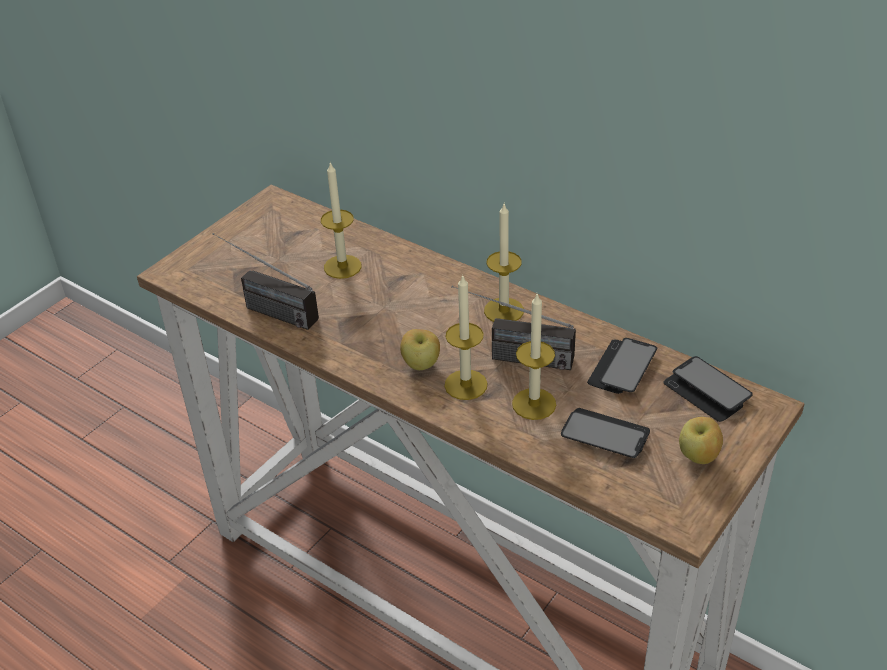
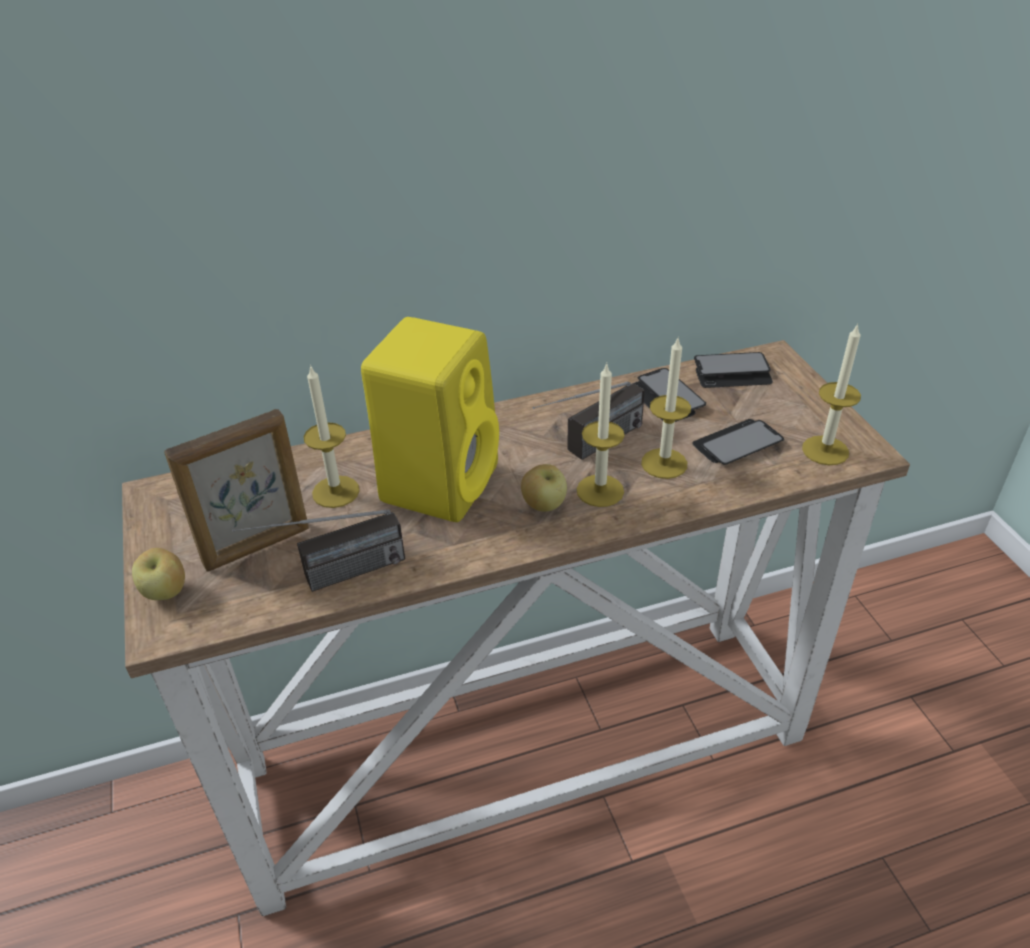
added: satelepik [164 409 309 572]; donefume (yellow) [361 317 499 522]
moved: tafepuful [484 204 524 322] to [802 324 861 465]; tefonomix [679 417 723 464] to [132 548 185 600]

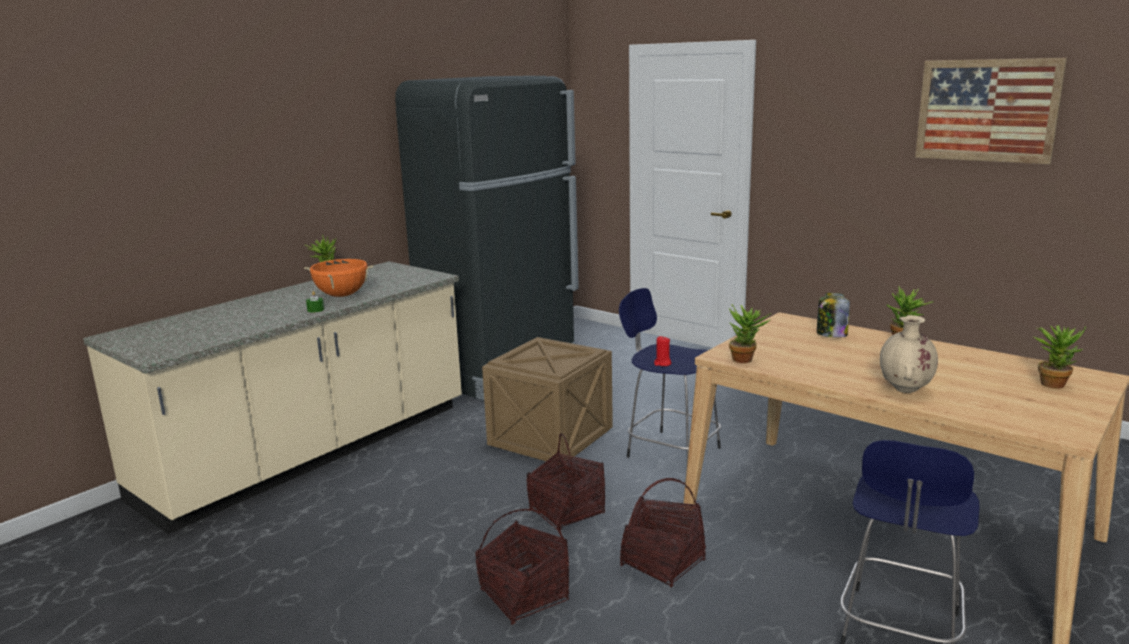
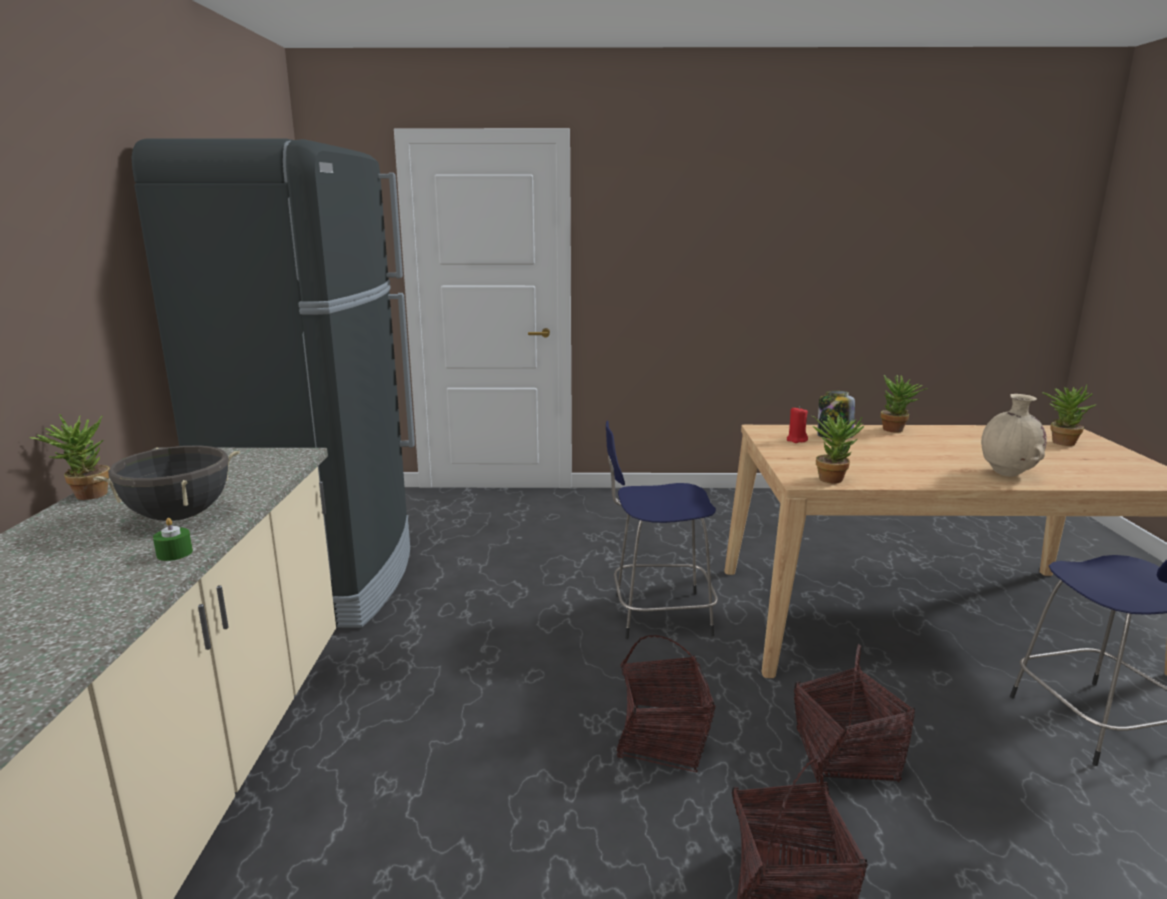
removed: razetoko [482 337 613 465]; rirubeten [915 58 1067 164]
moved: tafepuful (red) [654 336 671 366] to [787 406 808 443]
recoloured: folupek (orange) [304 259 373 297] to folupek (black) [93 446 240 521]

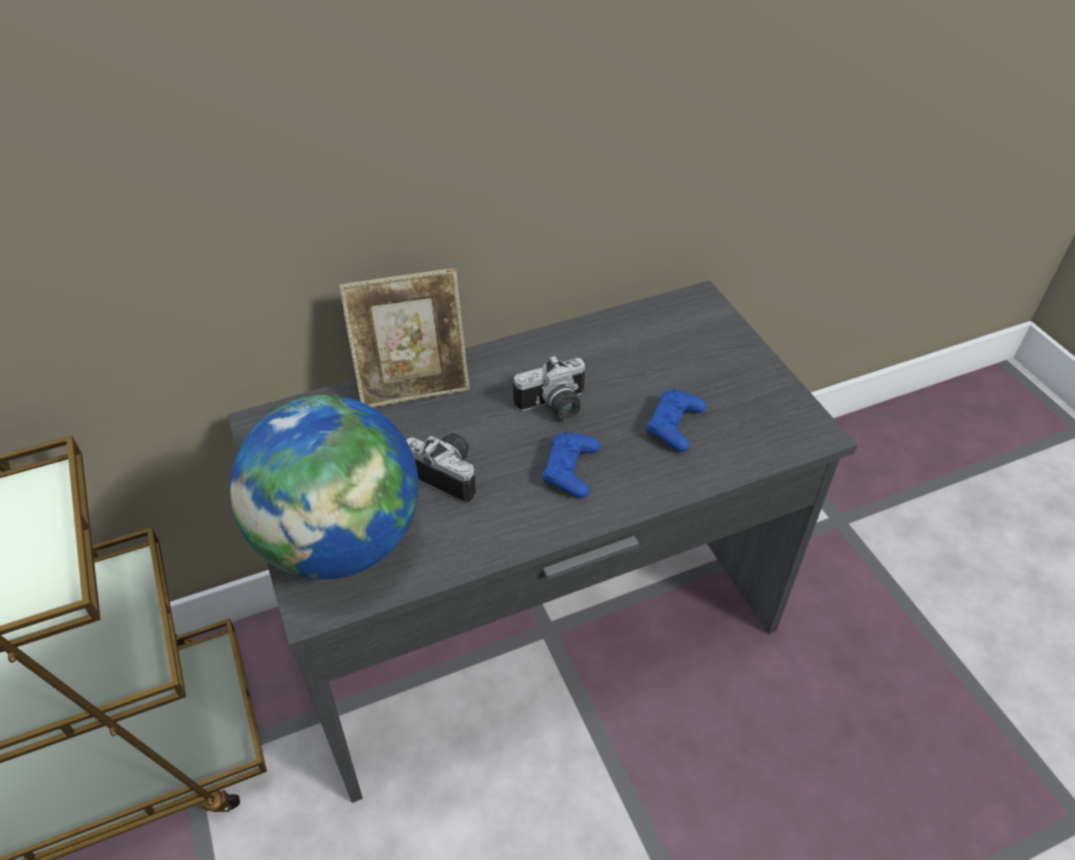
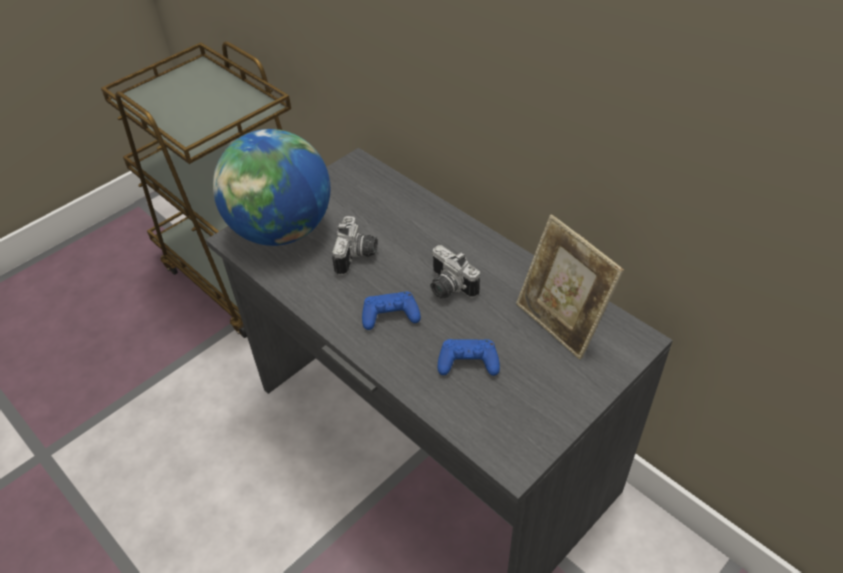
moved: satelepik [339 268 470 407] to [516 215 624 360]

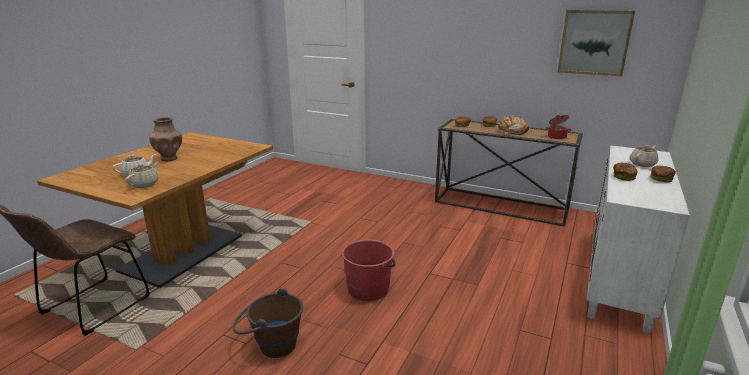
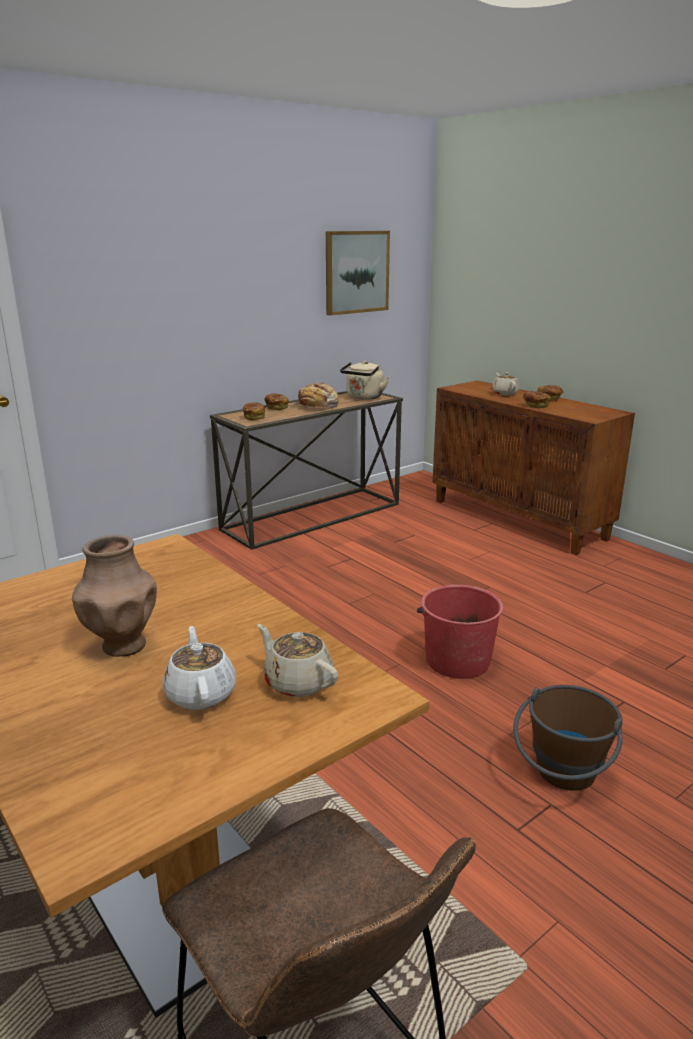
replaced: folupek [545 115 572 139] to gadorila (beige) [340 361 389 400]
recoloured: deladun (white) [587 145 690 333] to deladun (brown) [432 381 635 555]

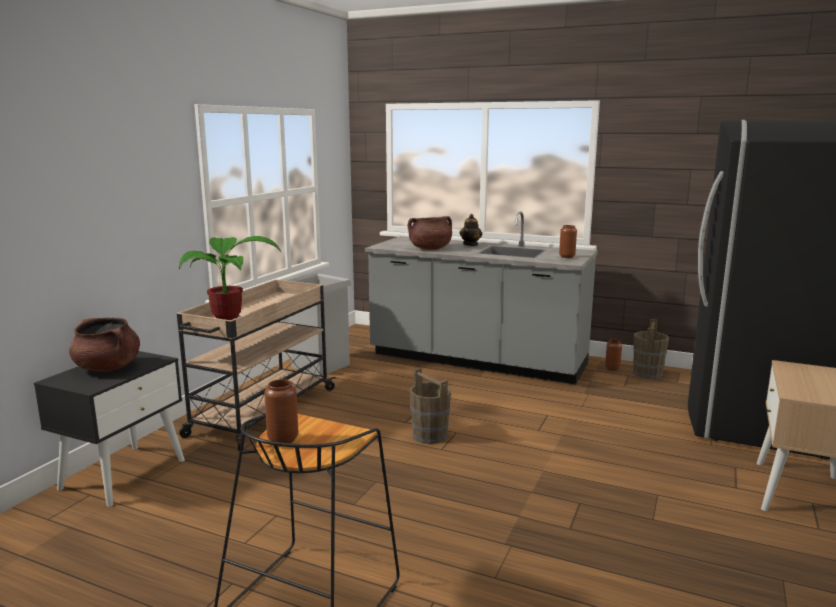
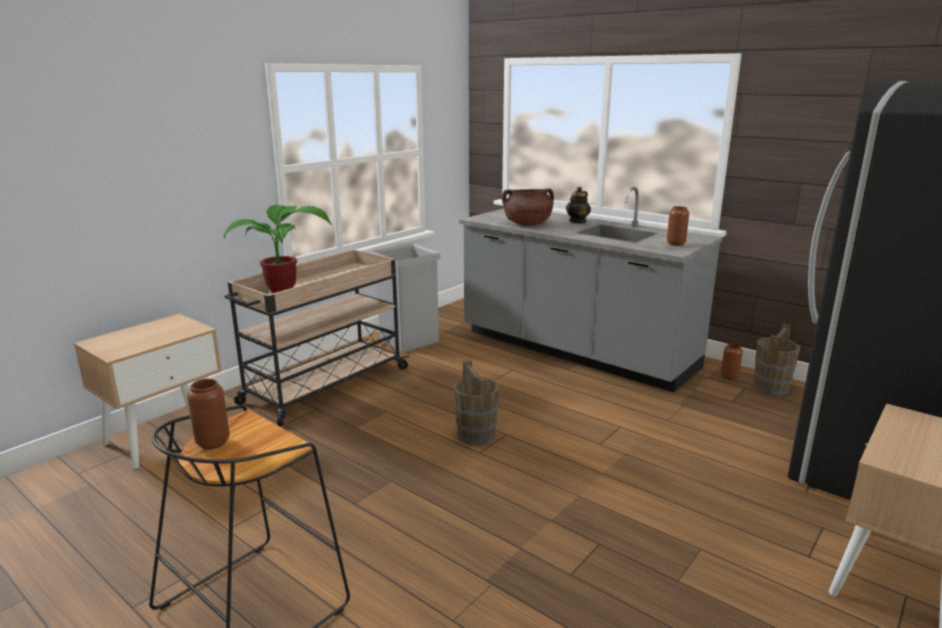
removed: folupek (brown) [69 318 140 372]
recoloured: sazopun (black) [34 351 185 507] to sazopun (beige) [74 314 222 469]

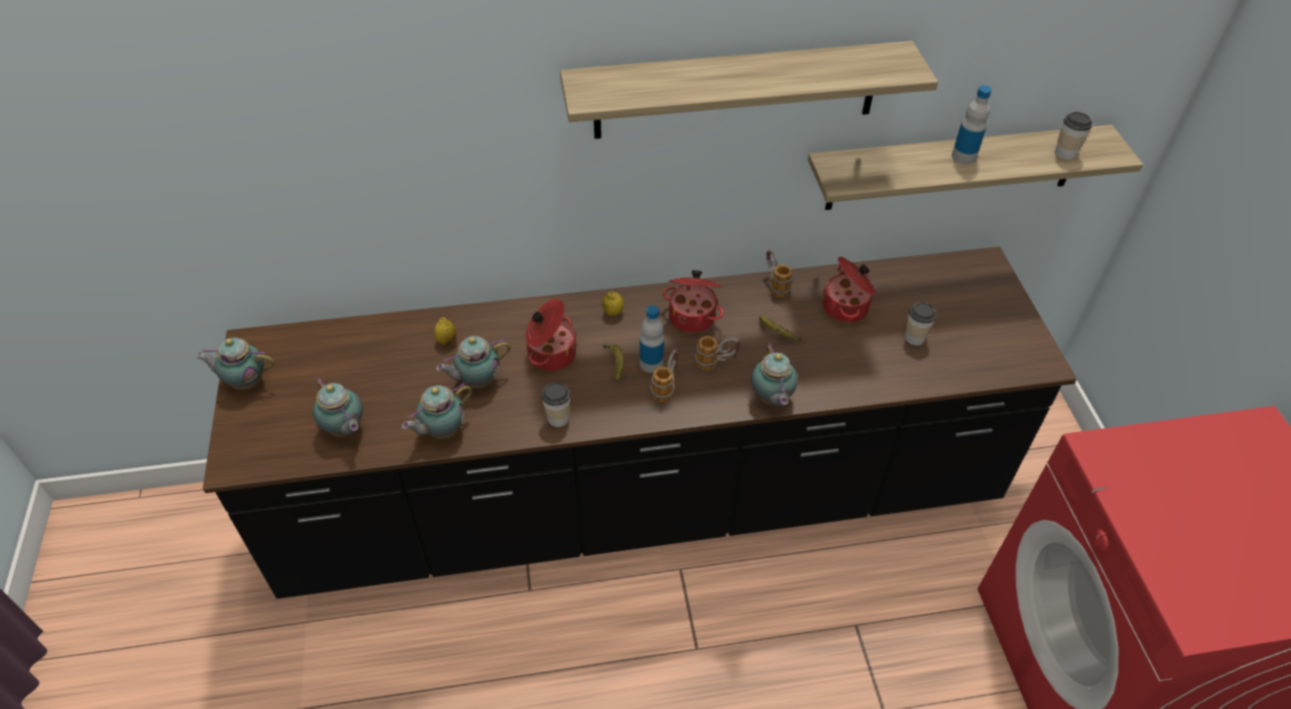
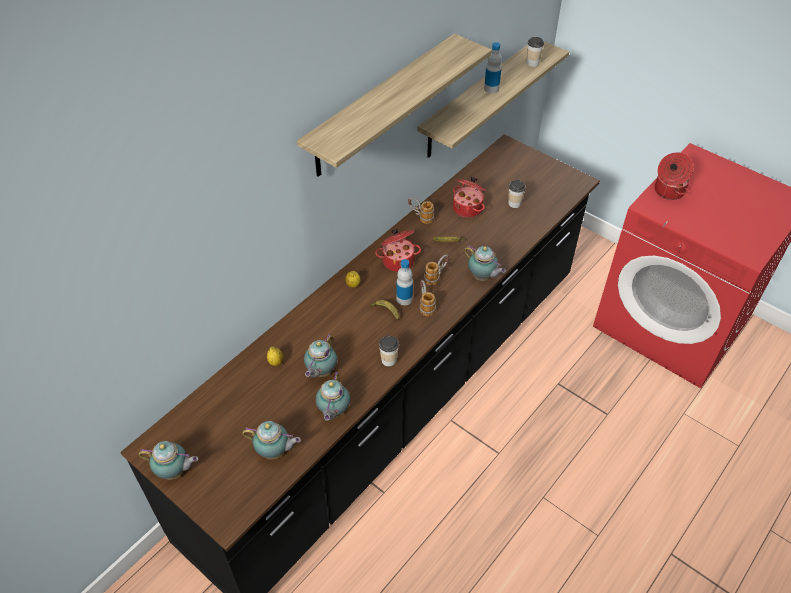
moved: folupek [526 299 577 371] to [655 152 693 200]
turned: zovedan [196 338 275 390] = [138 441 198 480] 135 degrees counterclockwise

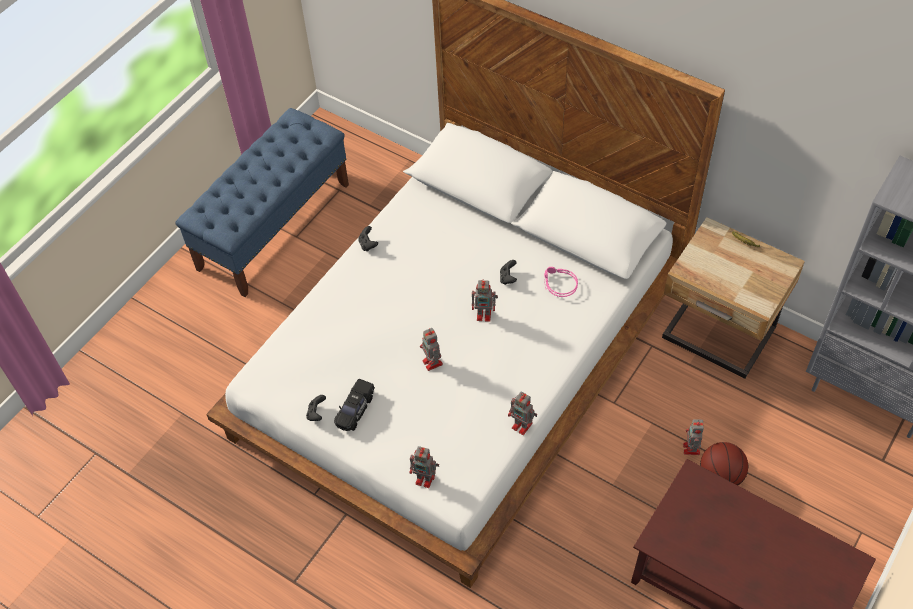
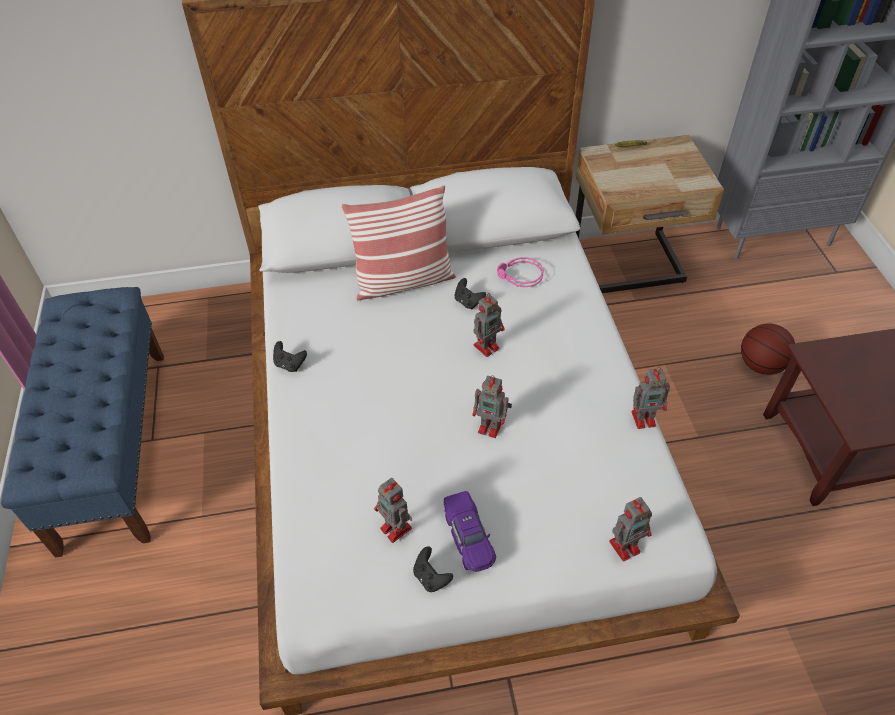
added: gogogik [341 186 456 300]
moved: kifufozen [683 419 704 455] to [374 478 412 543]
recoloured: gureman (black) [334 379 375 431] to gureman (purple) [444 491 496 572]

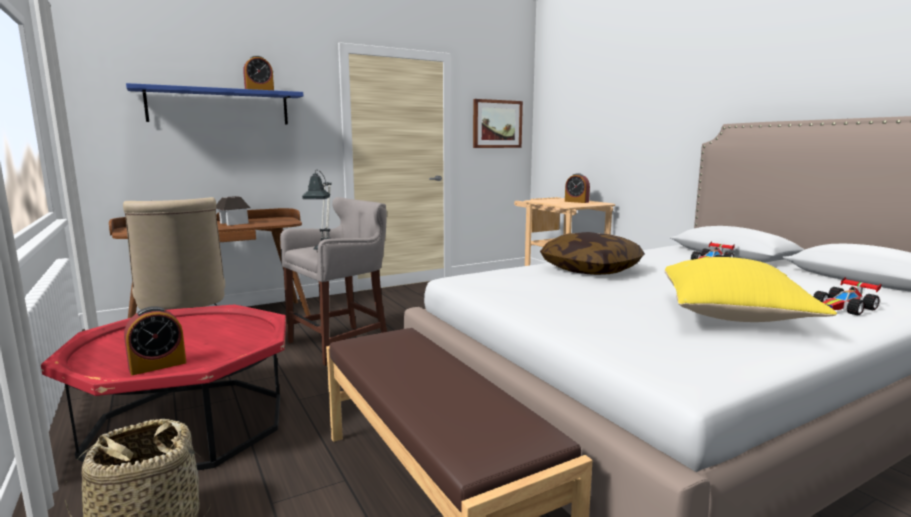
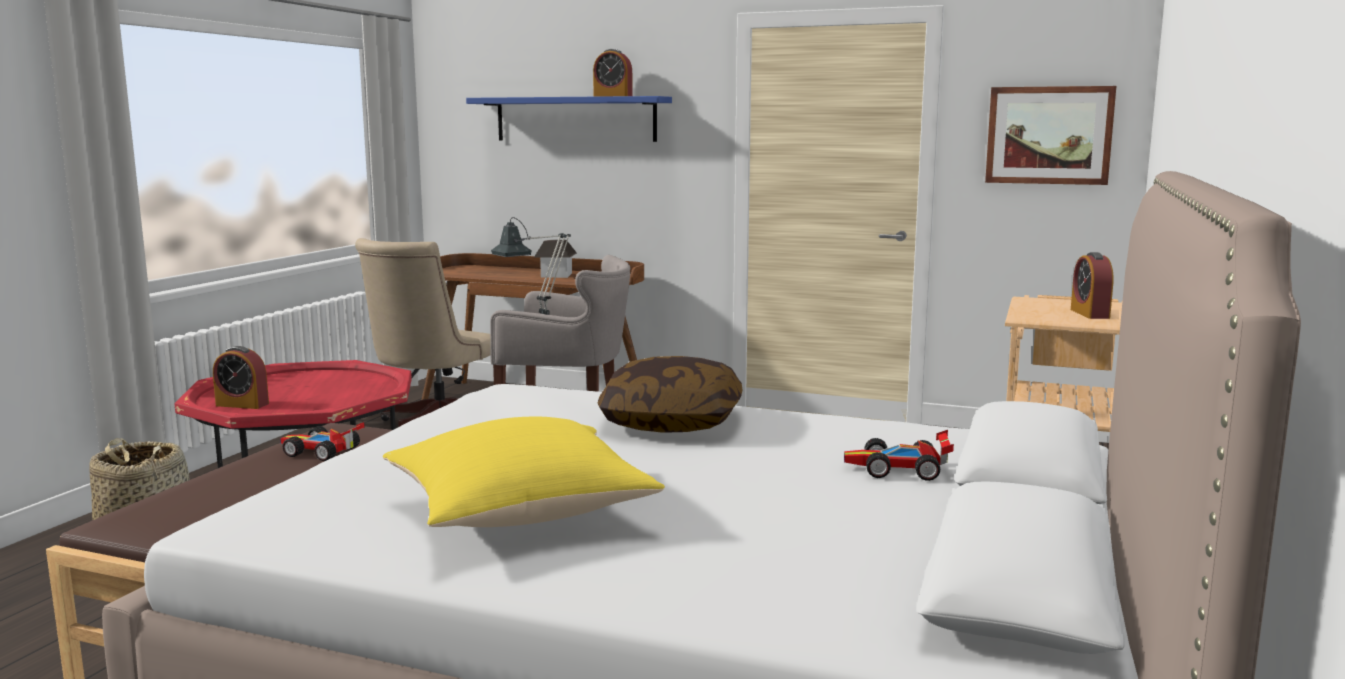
moved: gureman [813 277 881 316] to [280 422 365 461]

